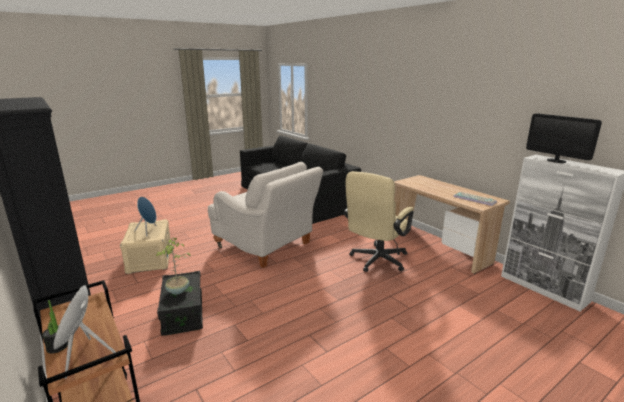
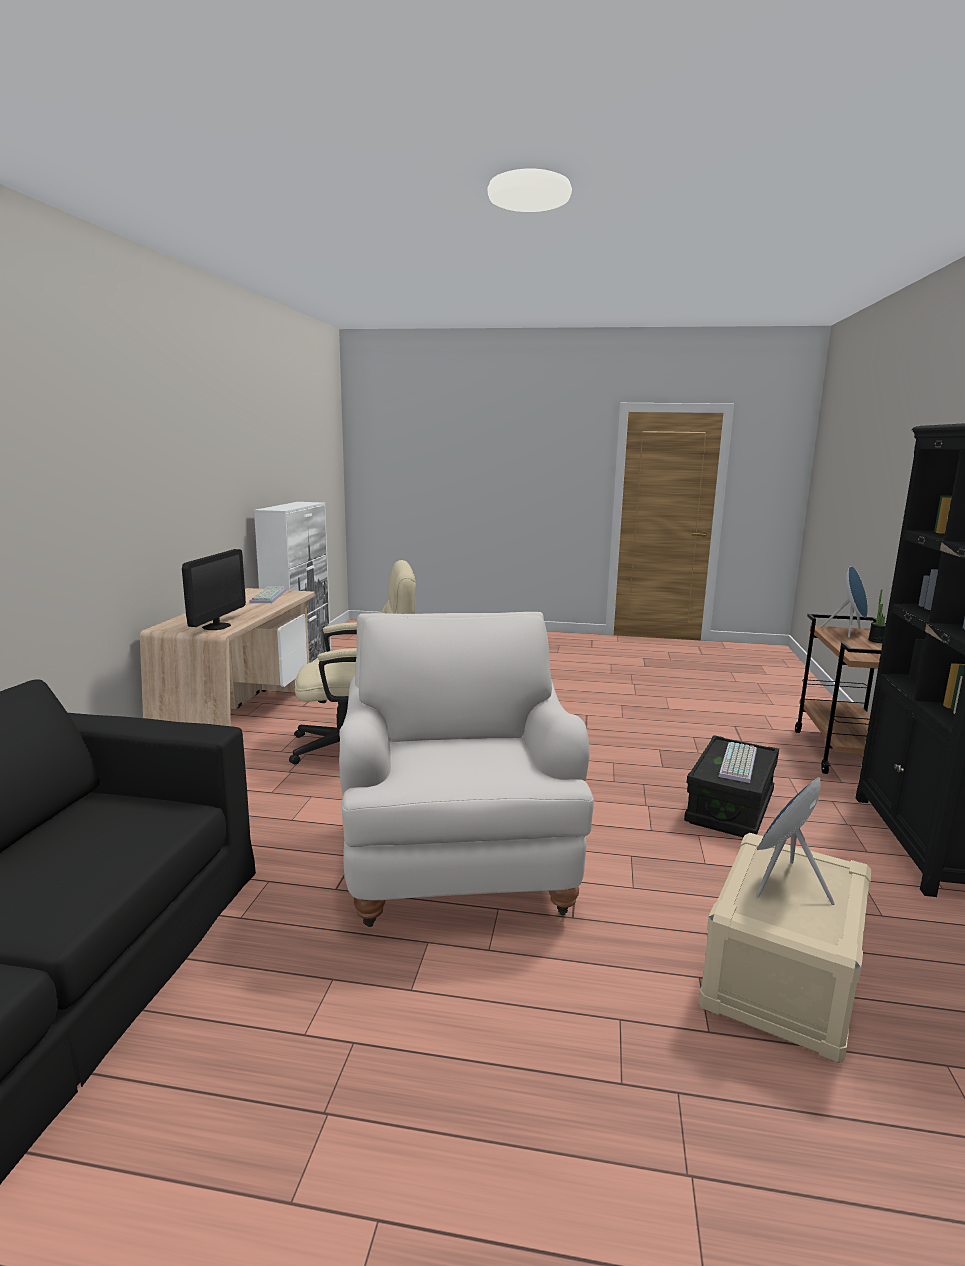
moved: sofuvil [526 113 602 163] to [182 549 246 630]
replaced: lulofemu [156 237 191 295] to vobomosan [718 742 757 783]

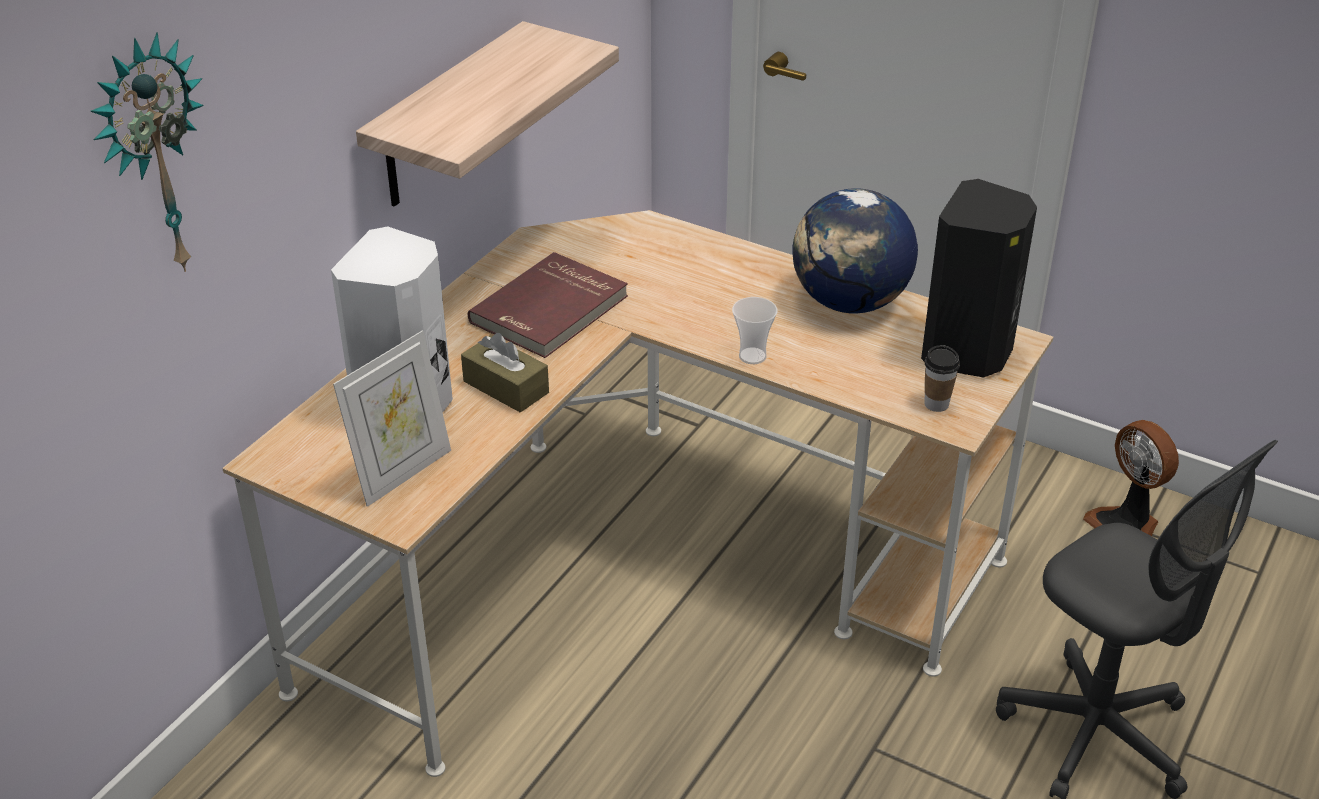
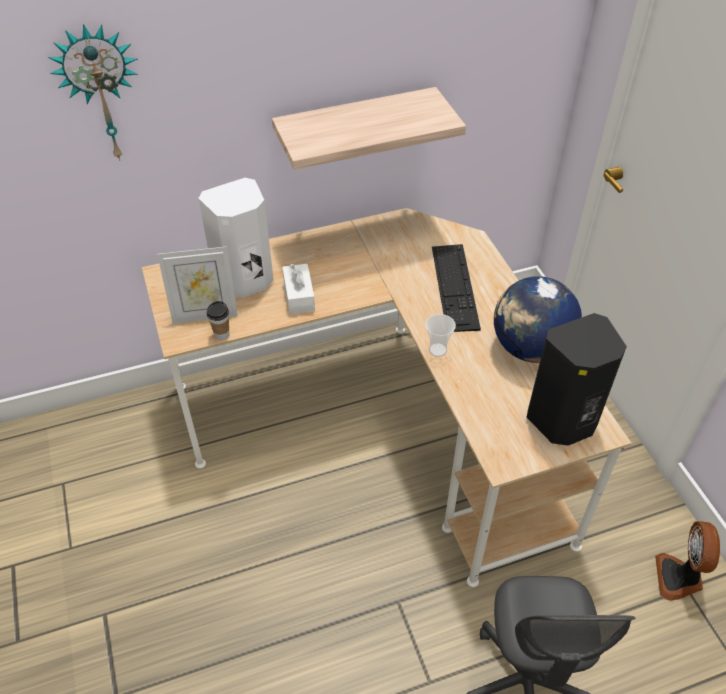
removed: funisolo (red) [468 252 628 358]
added: vobomosan [432 244 481 332]
moved: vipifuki [924 345 960 412] to [207 301 230 340]
recoloured: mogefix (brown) [461 333 549 413] to mogefix (white) [282 264 315 314]

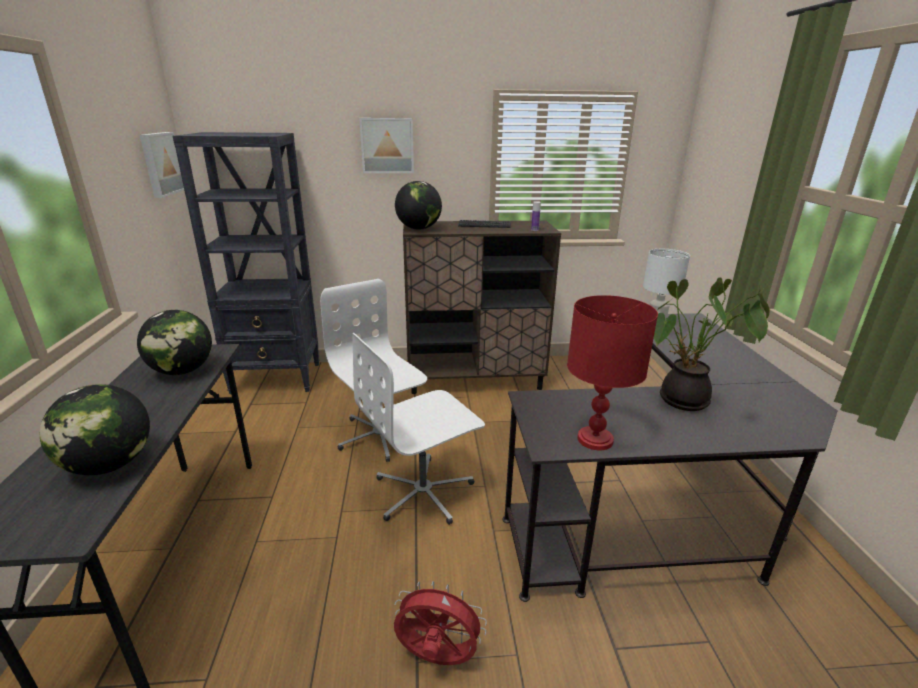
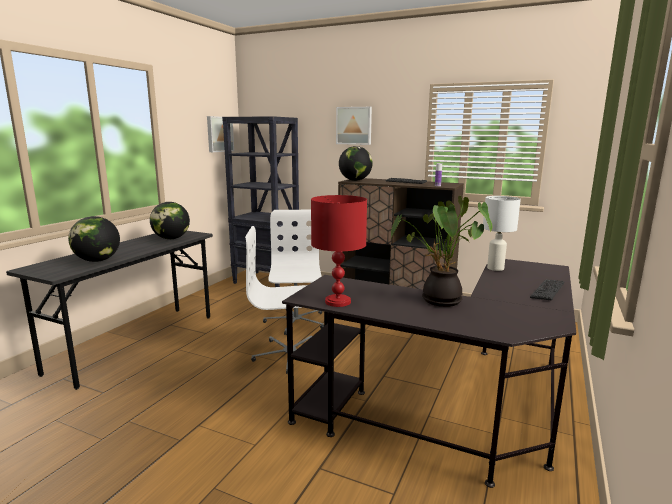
removed: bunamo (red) [394 581 487 665]
added: vobomosan [530 279 564 300]

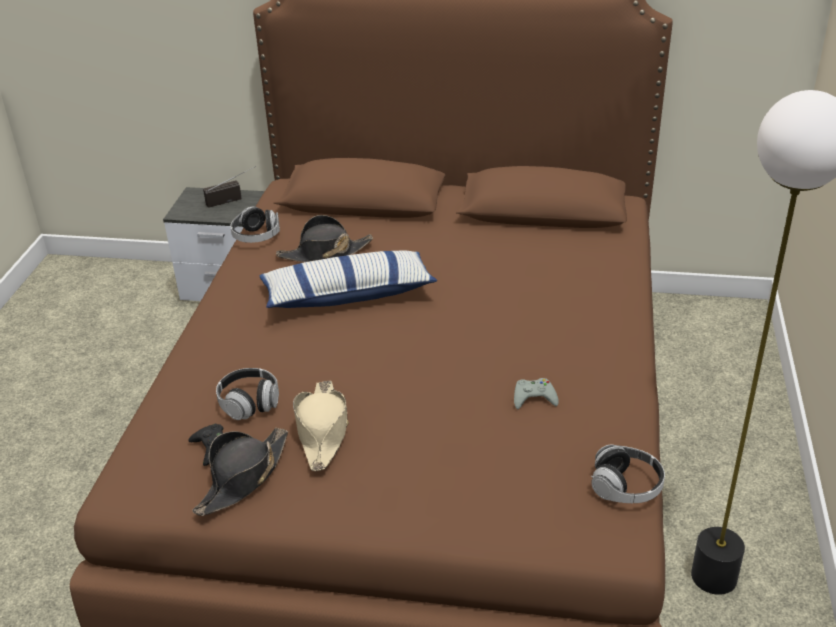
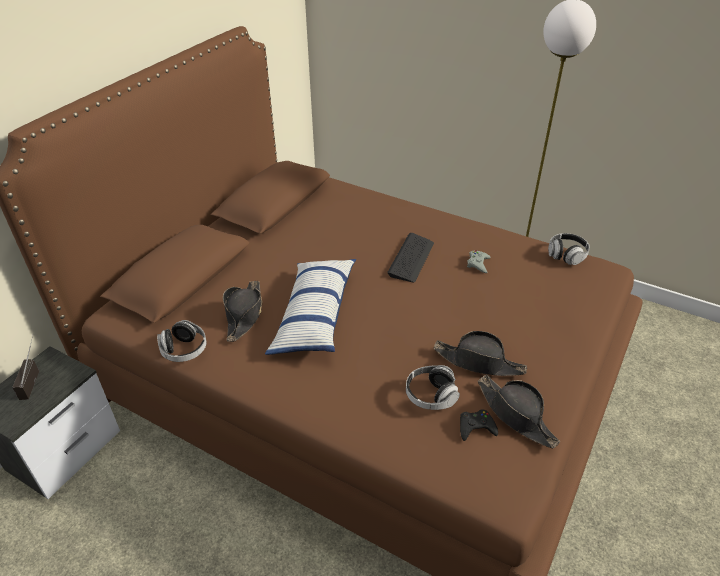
added: vobomosan [387 233 434 283]
recoloured: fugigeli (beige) [293 380 349 471] to fugigeli (black) [434 331 527 376]

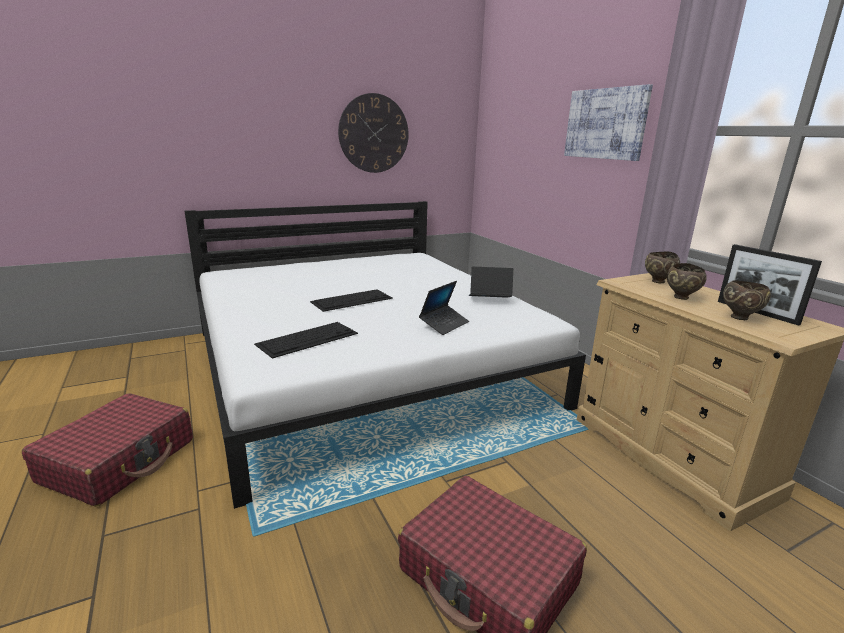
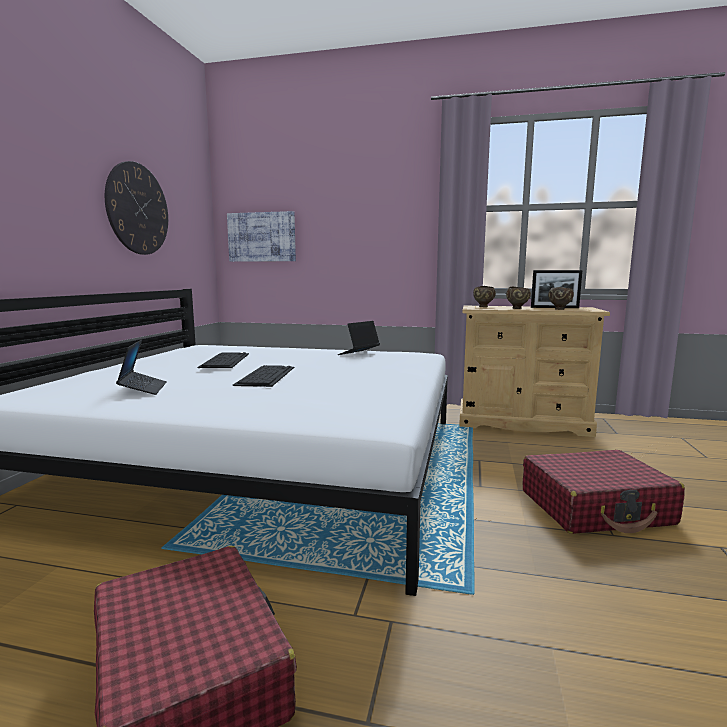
moved: vobomosan [254 322 358 359] to [198 352 249 368]; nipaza [419 281 469 335] to [116 340 167 395]; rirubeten [564 84 653 161] to [227 211 296 262]

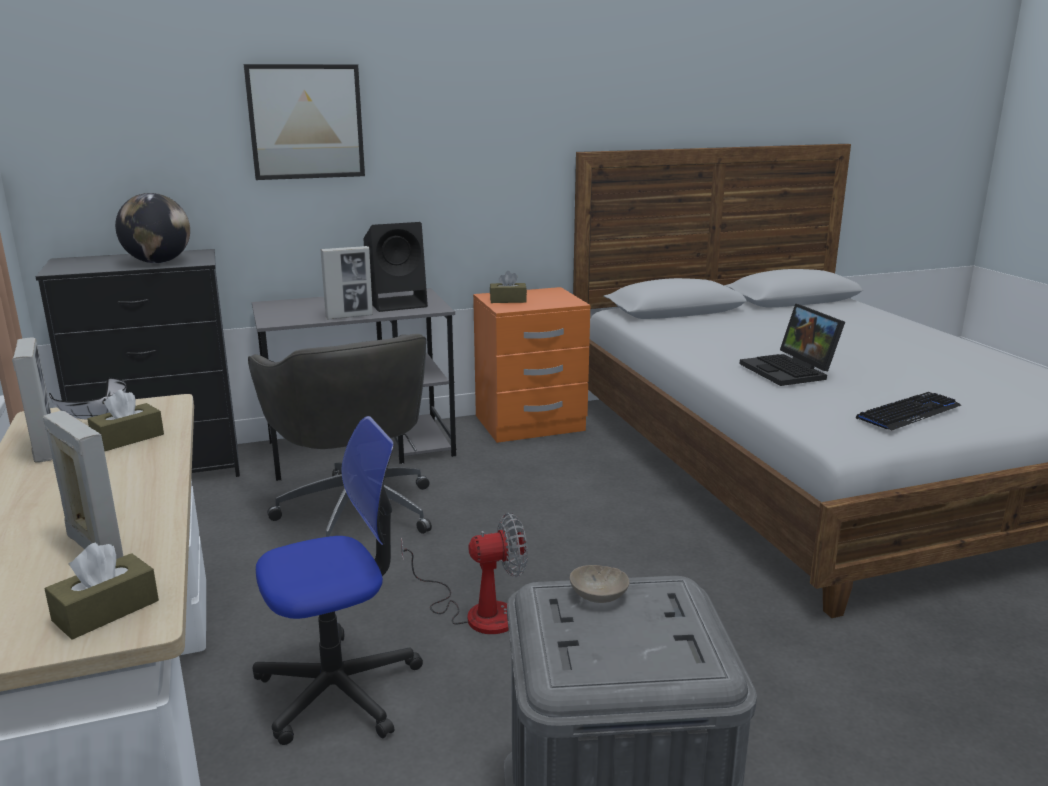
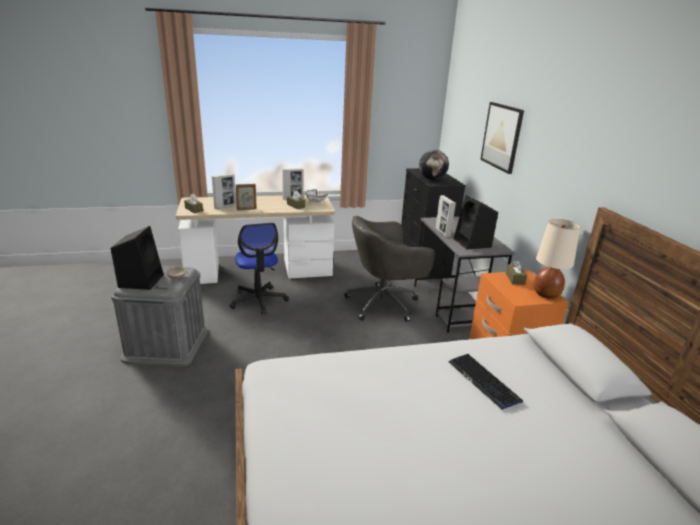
removed: bunamo [401 513 528 634]; nipaza [740 303 845 386]
added: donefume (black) [111 226 164 290]; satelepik [236 184 257 210]; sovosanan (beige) [534 219 580 299]
moved: vobomosan [856 392 961 431] to [448 354 523 410]

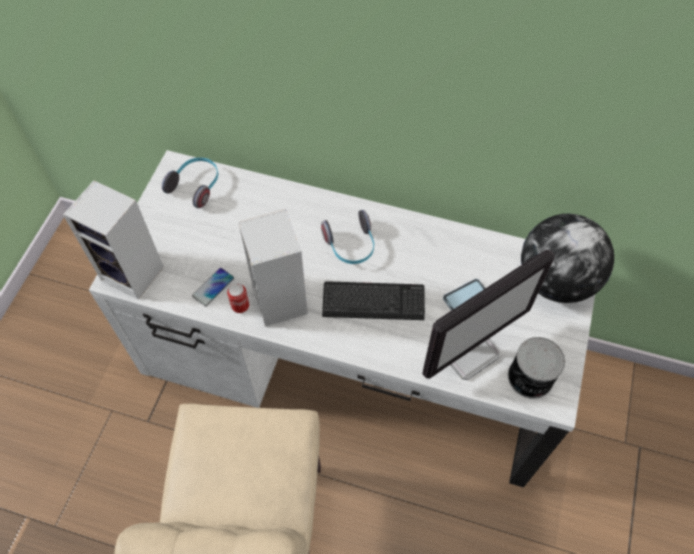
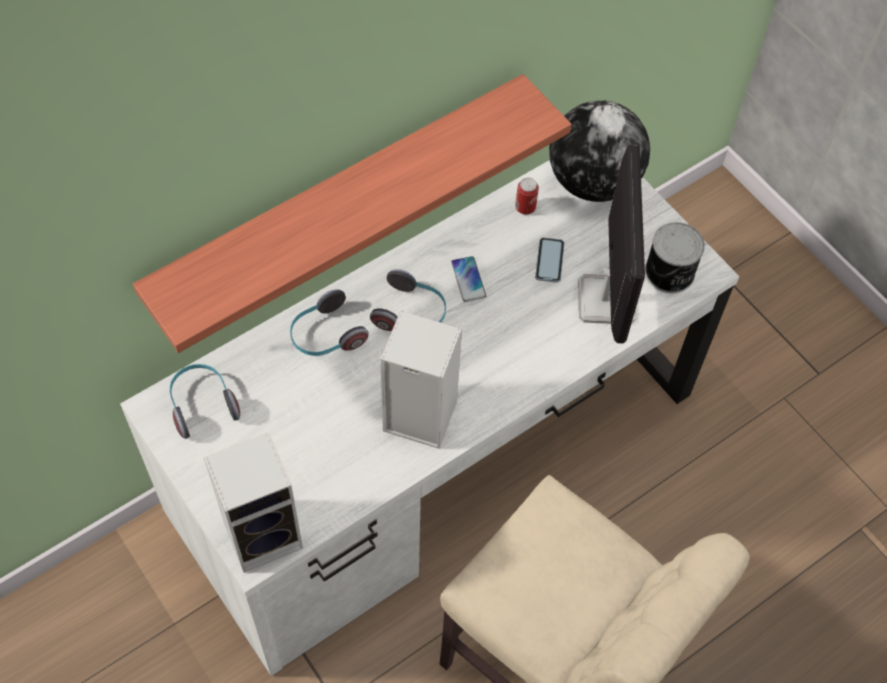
removed: vobomosan [322 281 425 320]
added: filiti [133 74 572 353]; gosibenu [290 289 369 356]
moved: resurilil [192 268 235 307] to [451 256 486 302]; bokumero [227 283 249 313] to [515 178 539 215]

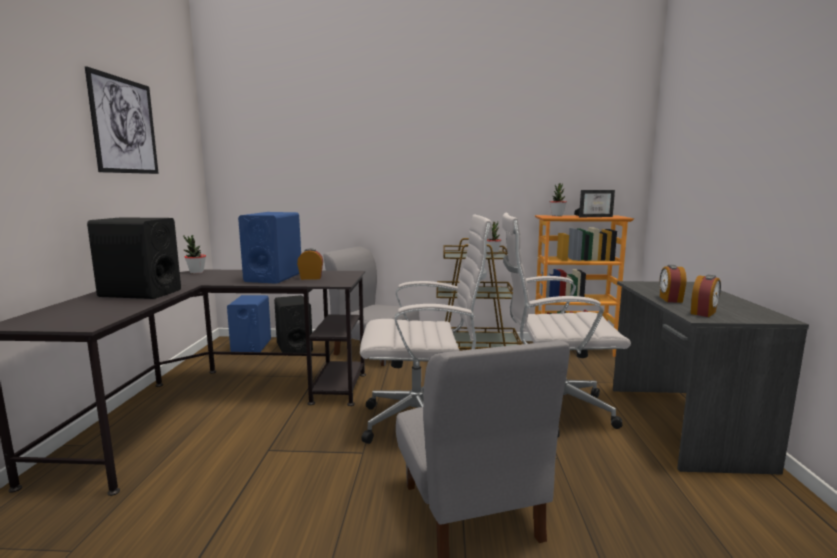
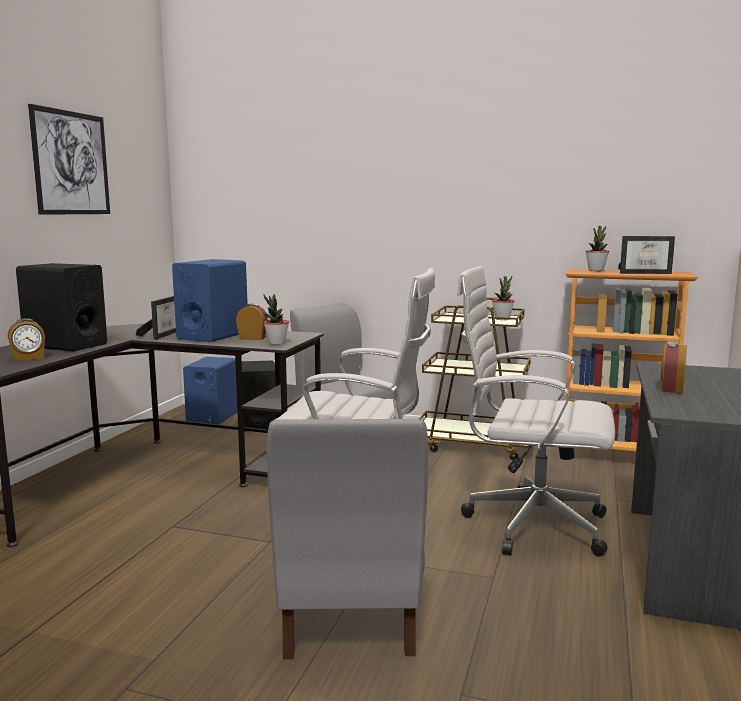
added: satelepik [136 296 176 340]
moved: lulofemu [183 235 206 274] to [263 294 289 345]; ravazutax [691 275 721 317] to [7 318 45 361]

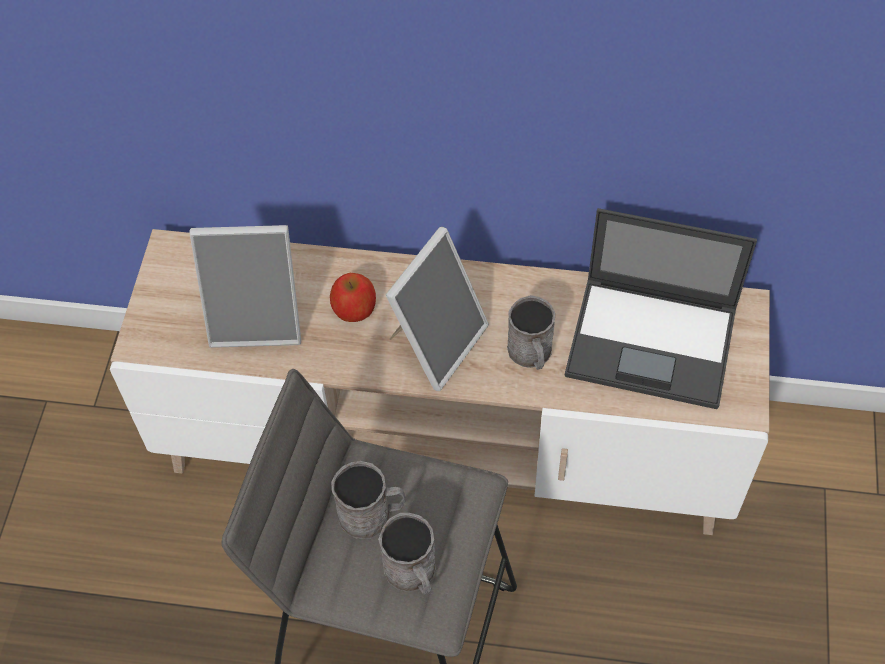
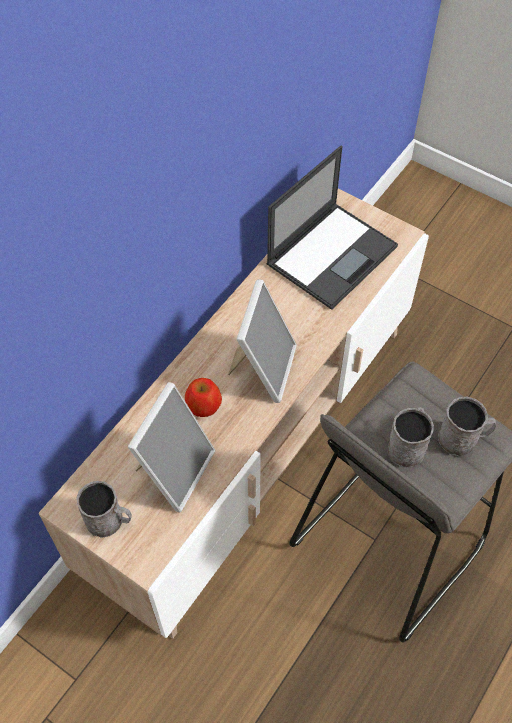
moved: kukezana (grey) [507 295 555 370] to [76 481 132 538]
turned: satelepik [385 227 489 391] = [228 279 297 403] 45 degrees clockwise

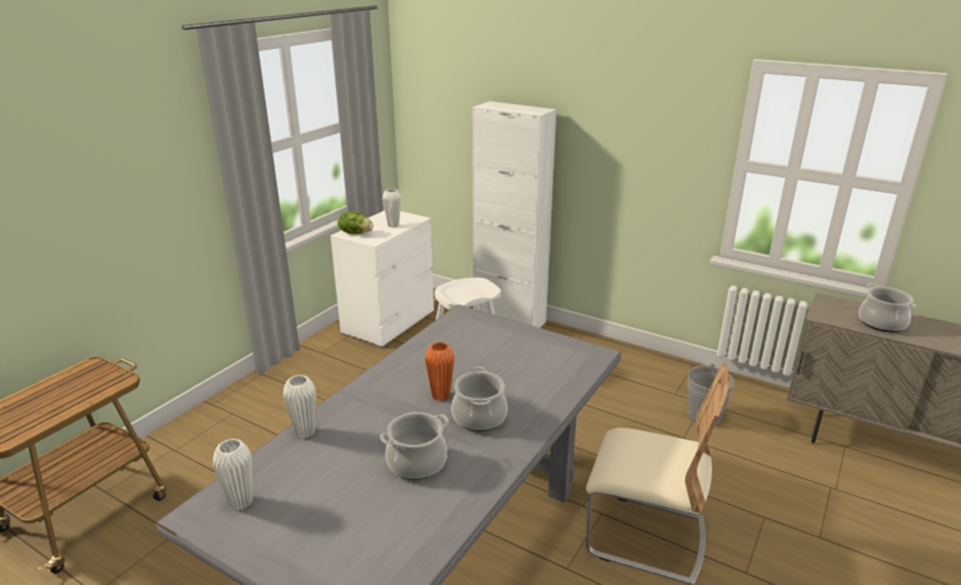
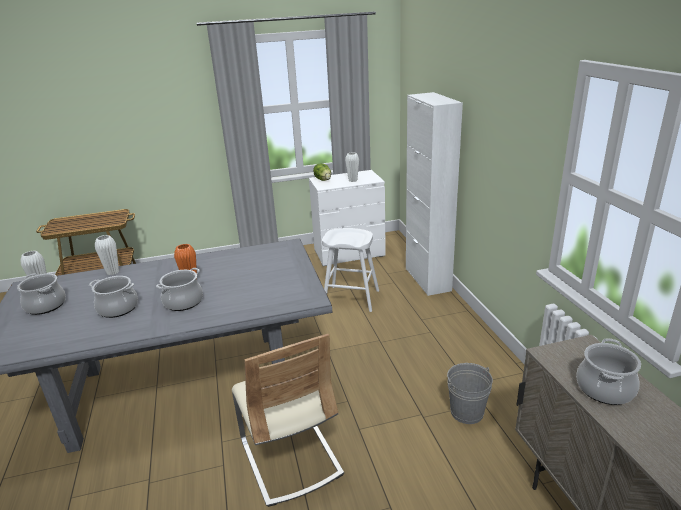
added: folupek [17 273 66 315]

